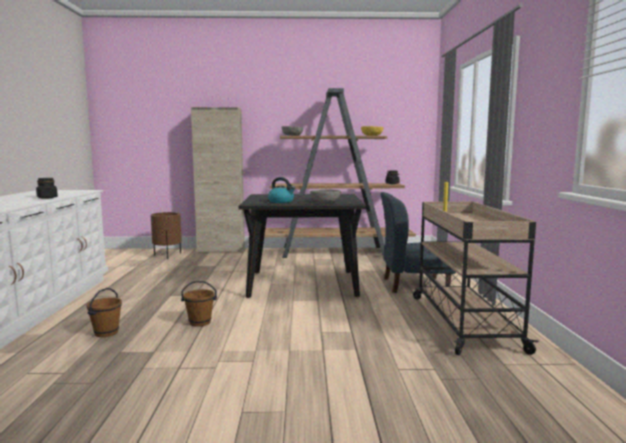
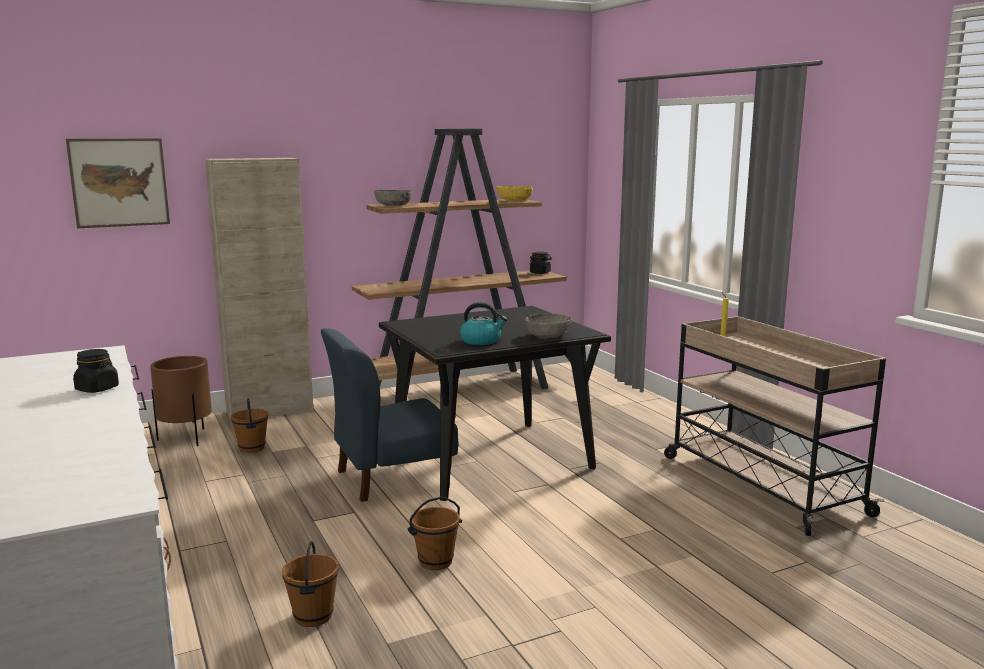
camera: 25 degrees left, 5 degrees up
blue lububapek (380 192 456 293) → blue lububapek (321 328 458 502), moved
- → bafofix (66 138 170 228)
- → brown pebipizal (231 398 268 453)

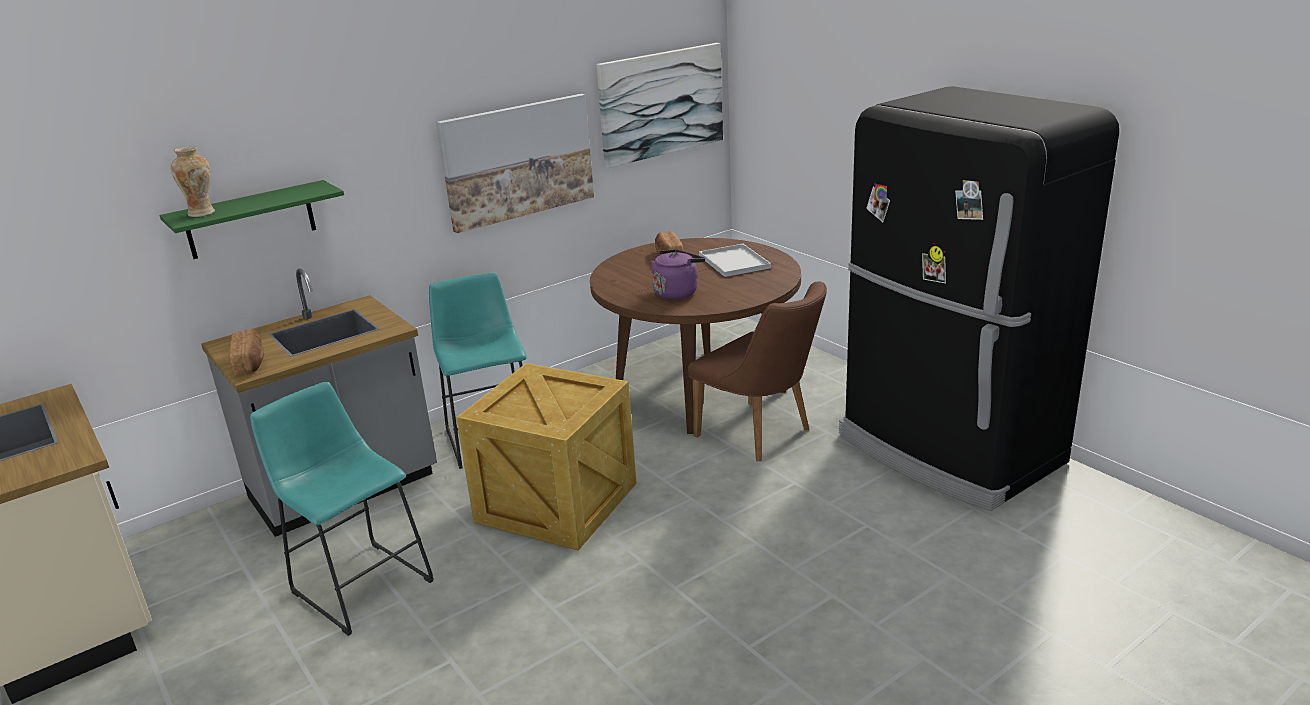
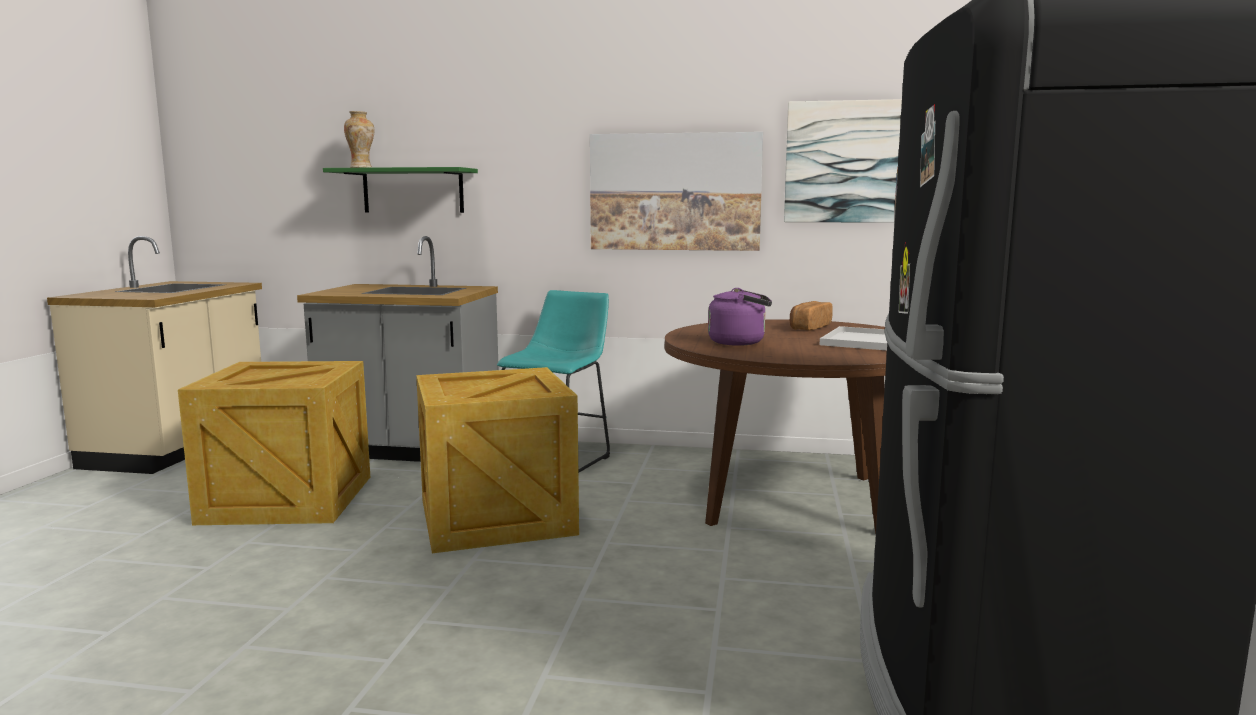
camera: 45 degrees right, 15 degrees down
brown lububapek (688 281 827 461) → -
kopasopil (229 329 264 375) → -
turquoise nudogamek (250 382 433 636) → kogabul (178 361 370 525)

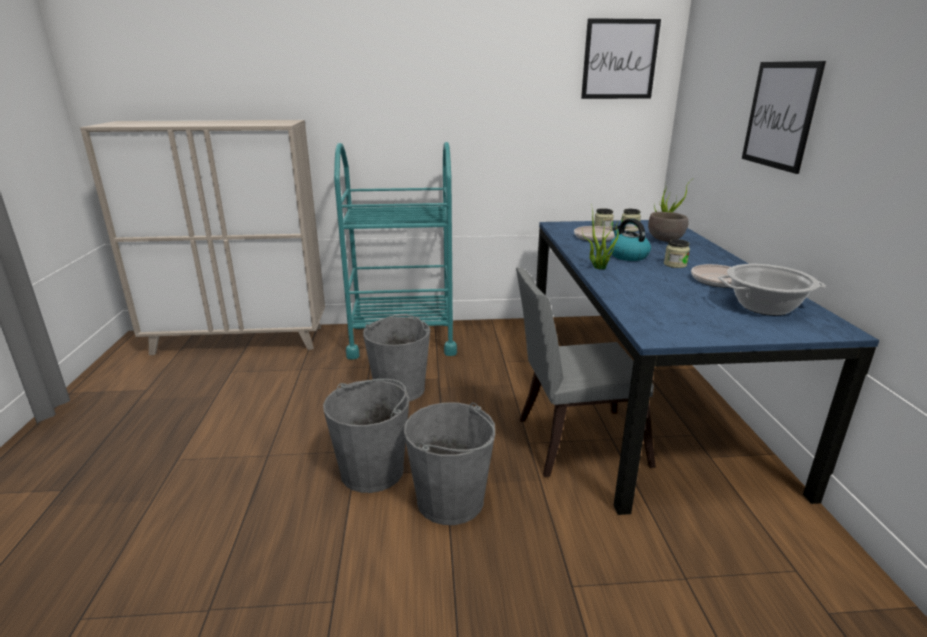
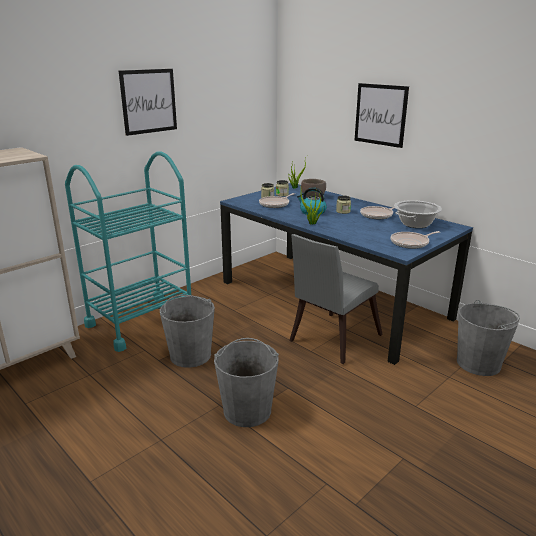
camera: 40 degrees left, 0 degrees up
bafofix (581 18 661 99) → bafofix (119 69 177 136), moved
grey pebipizal (404 402 495 525) → grey pebipizal (457 300 520 376), moved
- → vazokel (391 231 440 249)

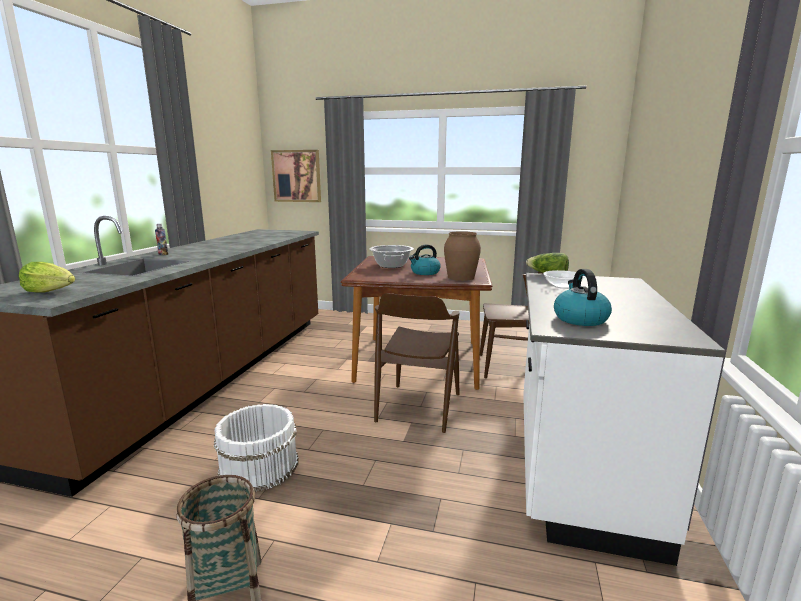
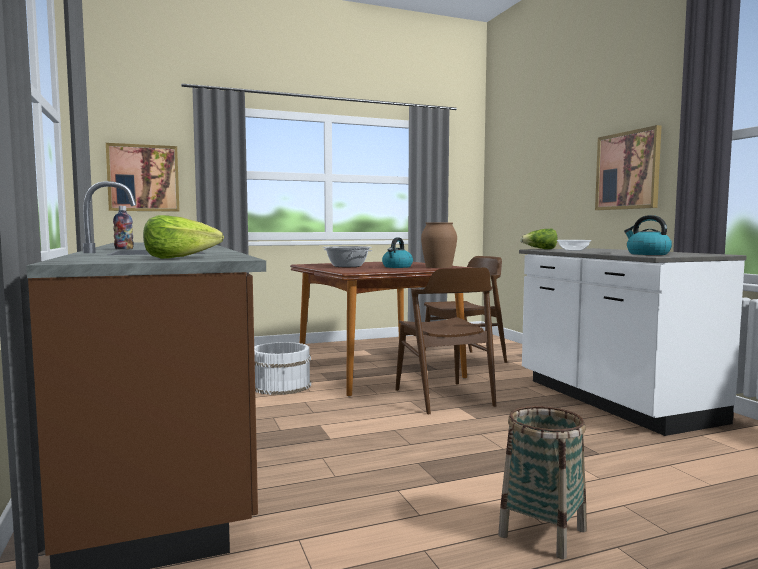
camera: 35 degrees left, 10 degrees down
white pebipizal (214 404 299 492) → white pebipizal (254 342 311 395), moved
- → bafofix (595 125 661 210)

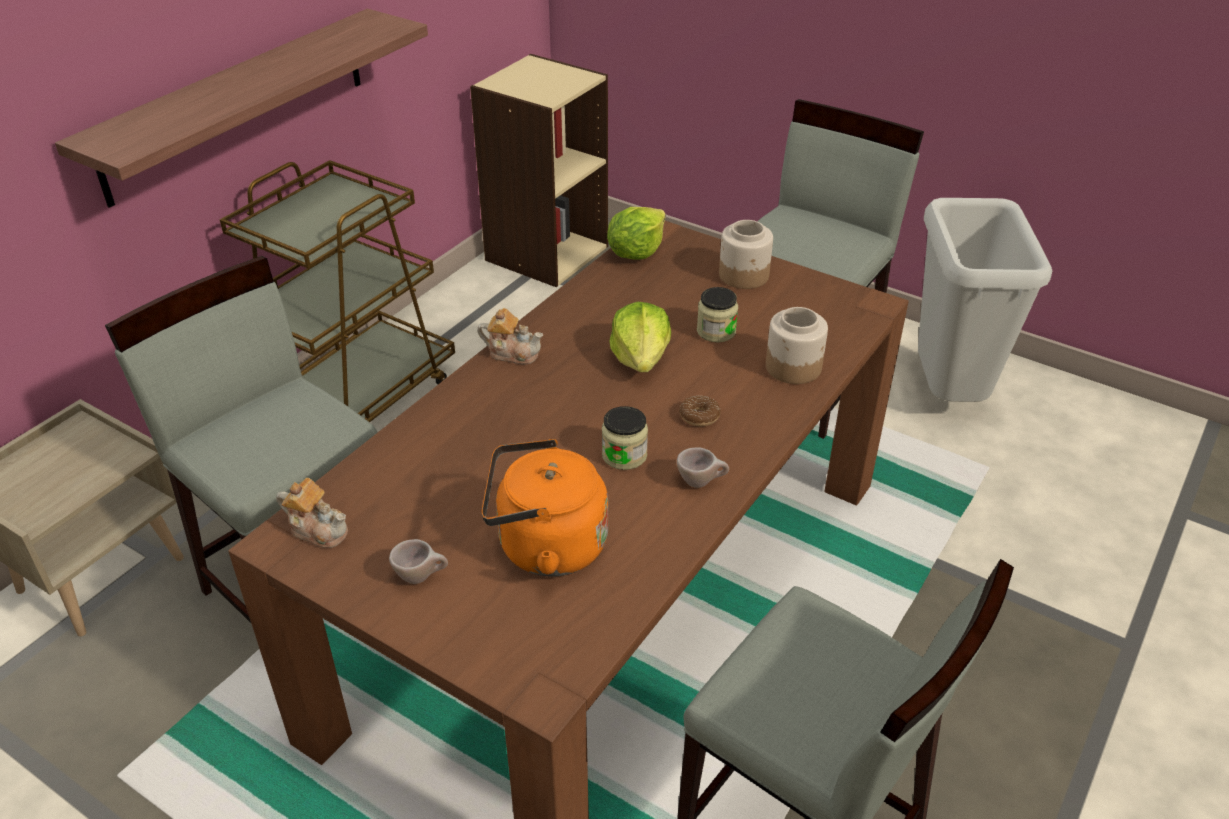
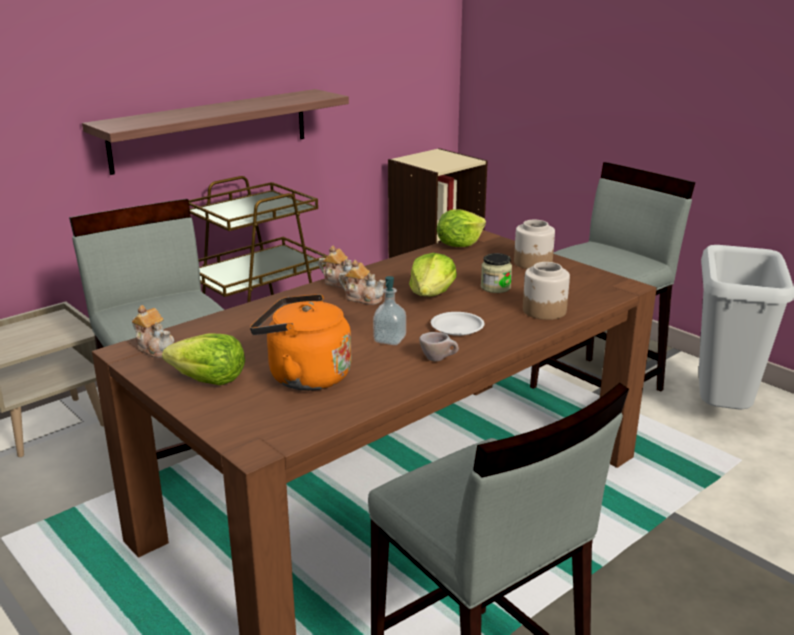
camera: 15 degrees right, 15 degrees down
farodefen (679 396 721 426) → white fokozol (431 312 485 336)
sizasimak (602 406 648 470) → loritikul (373 276 406 345)
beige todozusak (389 539 448 584) → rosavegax (162 333 245 385)
- → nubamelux (339 260 386 305)

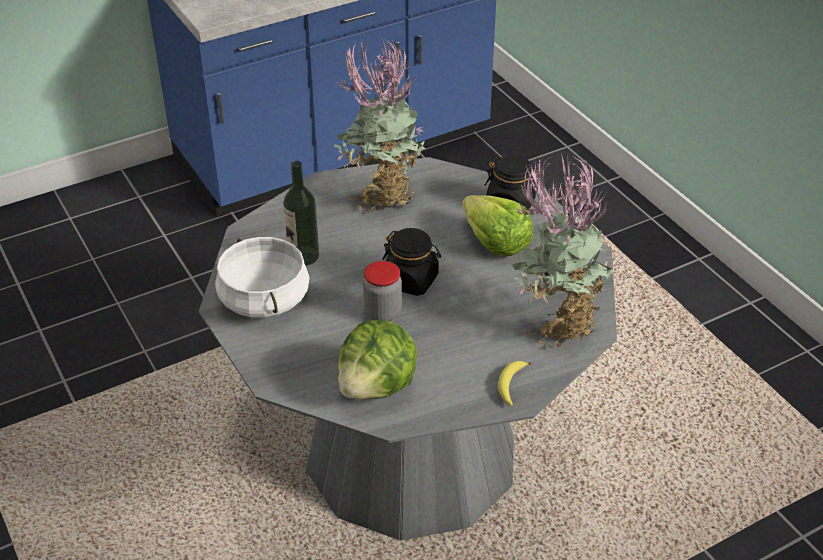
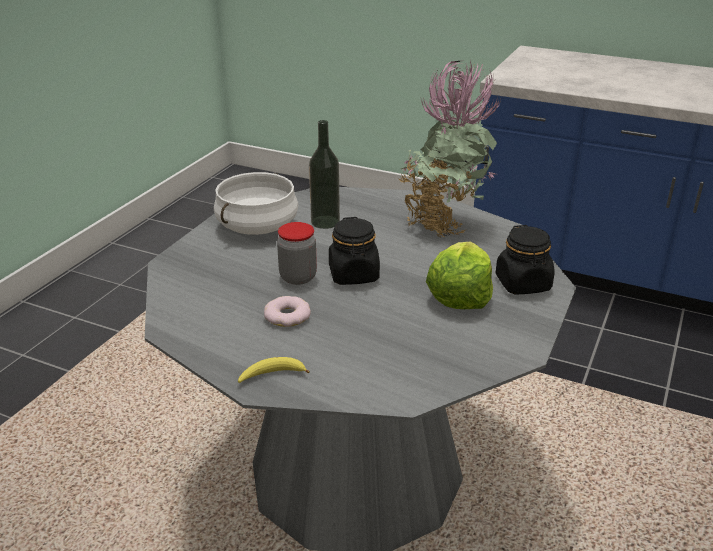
camera: 55 degrees right, 10 degrees down
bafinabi (511 154 615 348) → -
rosavegax (338 319 418 399) → -
- → farodefen (264 296 311 327)

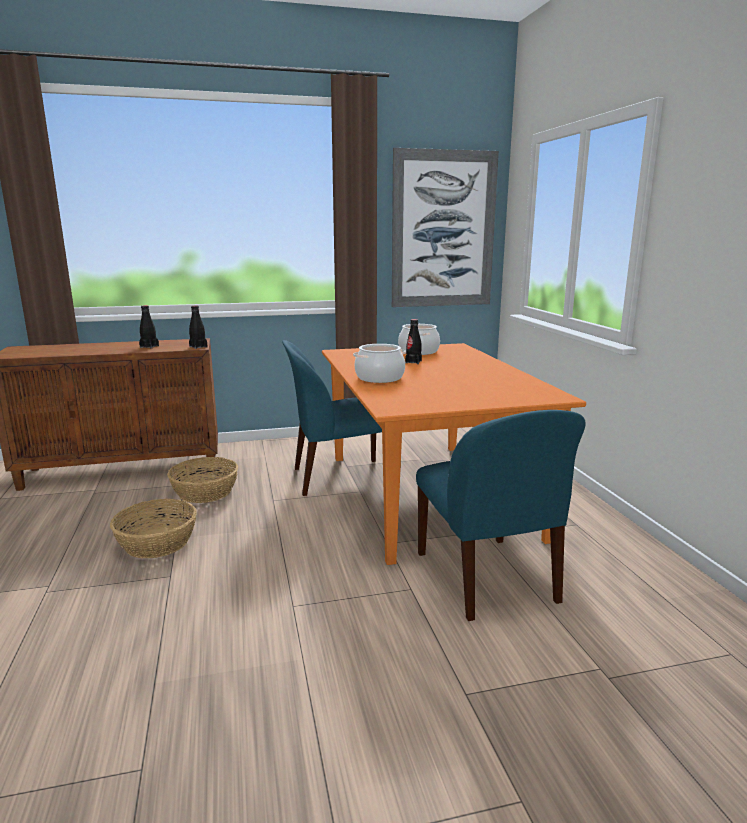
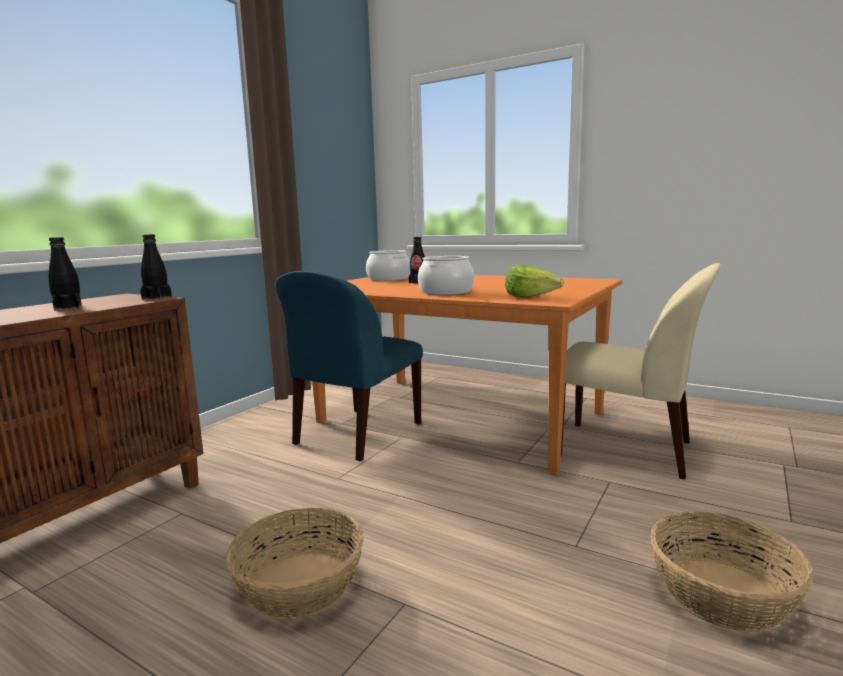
camera: 45 degrees left, 5 degrees down
bafofix (392 148 499 307) → -
blue lububapek (416 410 586 621) → beige lububapek (561 263 721 480)
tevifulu (167 457 238 503) → tevifulu (650 512 814 632), moved
- → rosavegax (505 265 563 297)

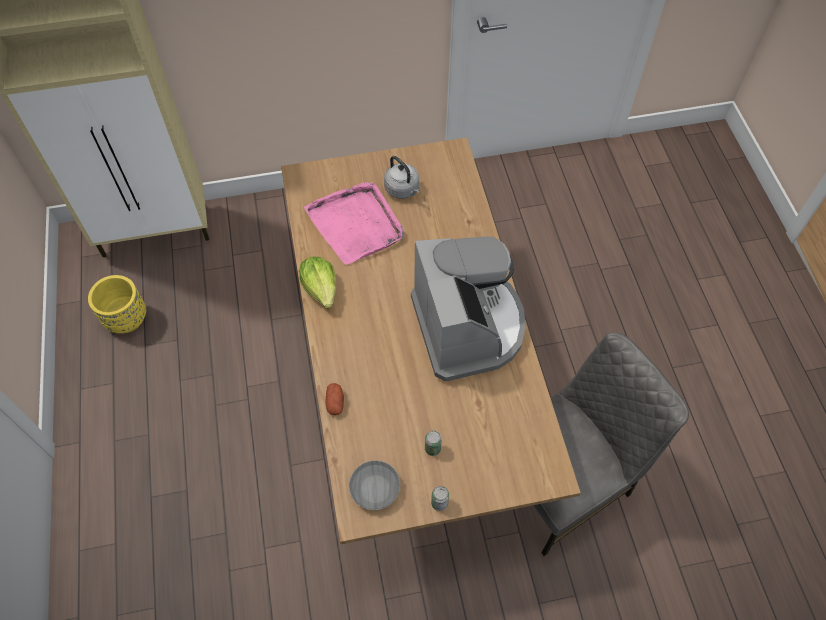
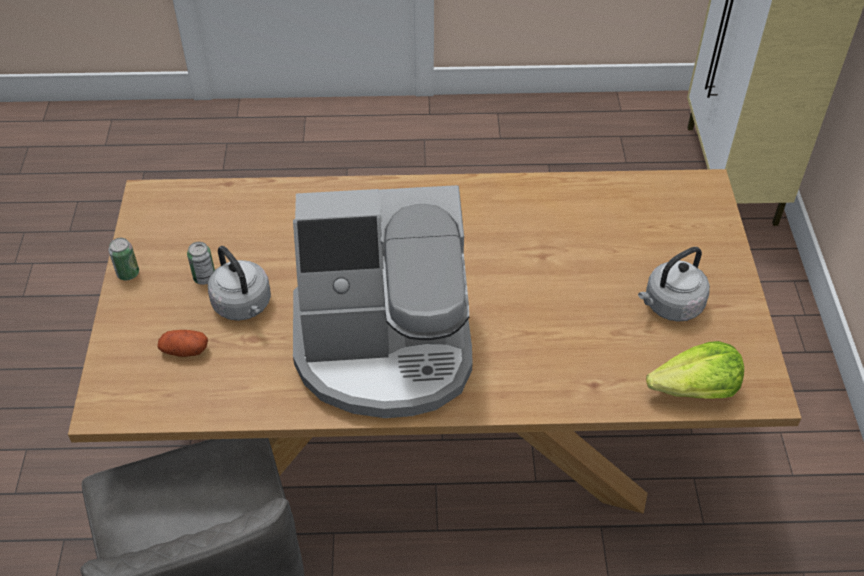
camera: 100 degrees right, 10 degrees down
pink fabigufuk (304 182 404 265) → -
rosavegax (299 257 336 308) → rosavegax (646 341 744 399), moved
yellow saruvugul (88 275 146 333) → -
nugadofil (325 383 344 416) → nugadofil (158 330 208 357), moved
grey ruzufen (349 461 400 510) → -
- → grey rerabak (208 246 271 321)

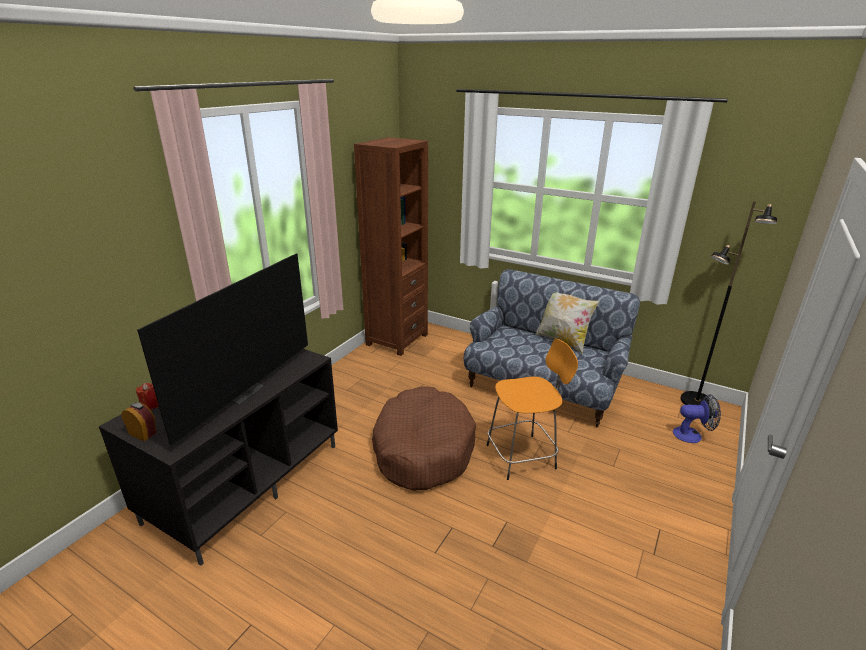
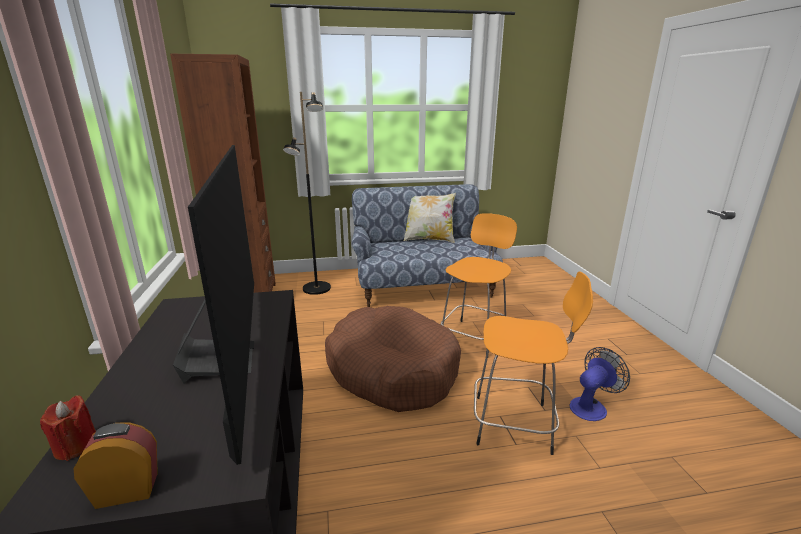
camera: 40 degrees left, 5 degrees down
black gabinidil (681 201 777 406) → black gabinidil (283 92 331 295), moved
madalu (673 394 721 443) → madalu (570 347 630 421), moved
- → orange nudogamek (474 272 593 455)

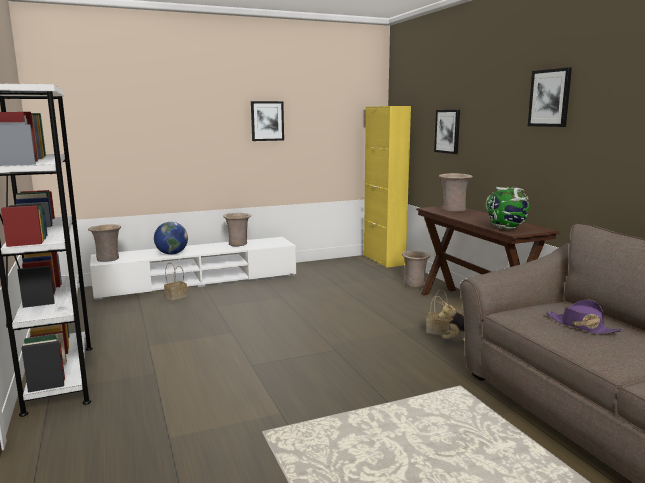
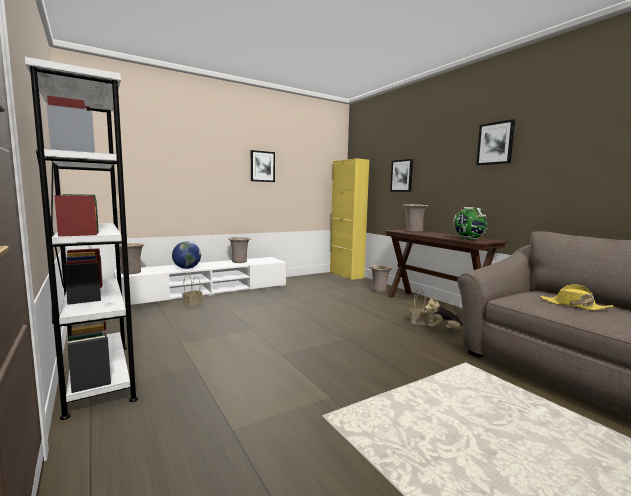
camera: 10 degrees left, 5 degrees down
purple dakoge (547 299 624 334) → yellow dakoge (539 284 614 311)

